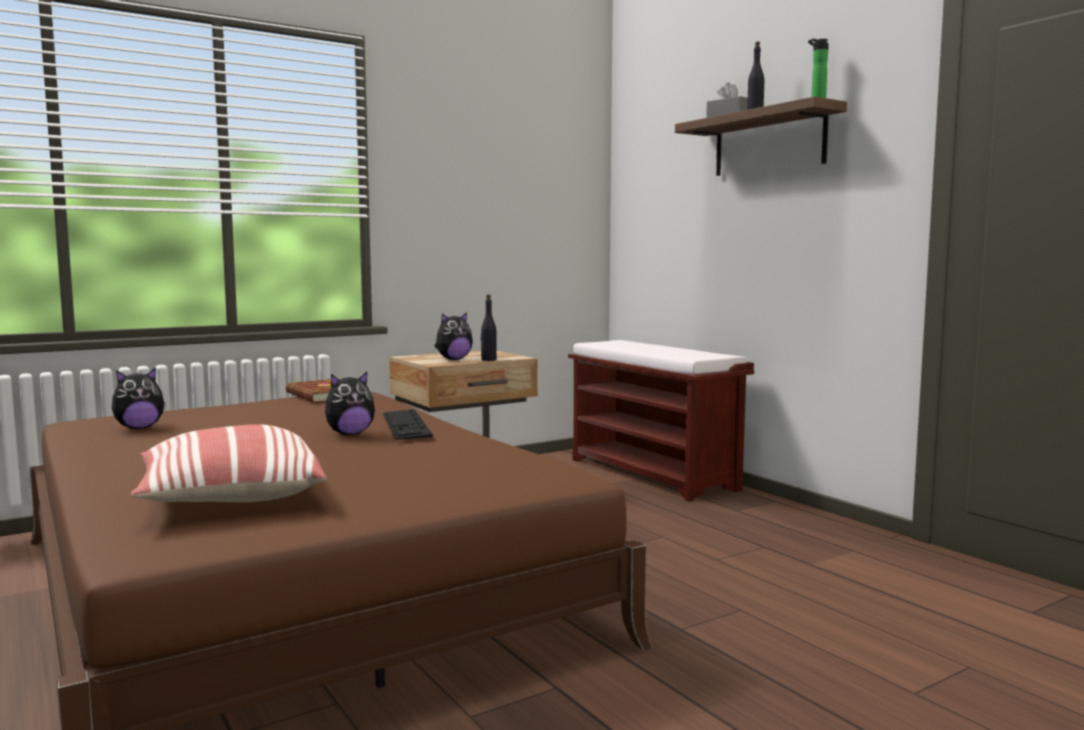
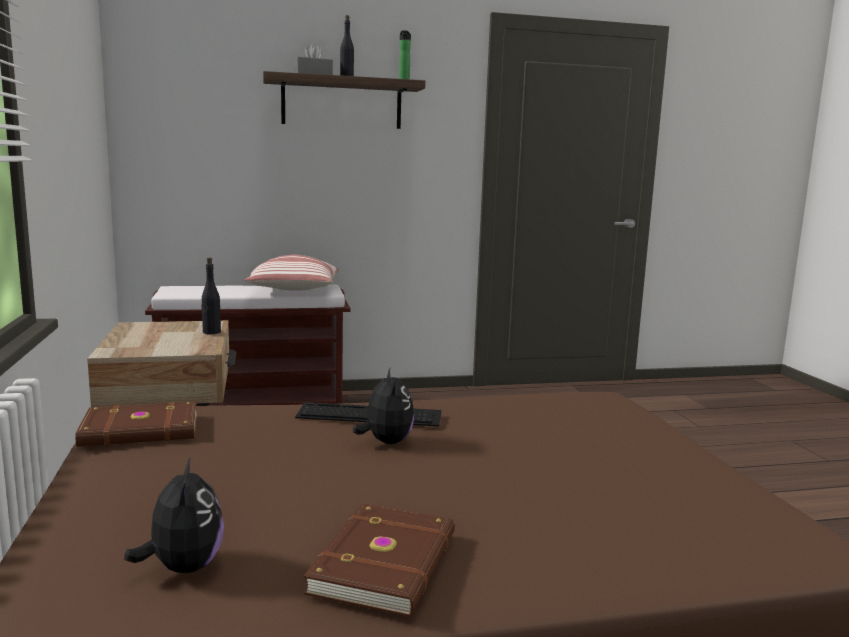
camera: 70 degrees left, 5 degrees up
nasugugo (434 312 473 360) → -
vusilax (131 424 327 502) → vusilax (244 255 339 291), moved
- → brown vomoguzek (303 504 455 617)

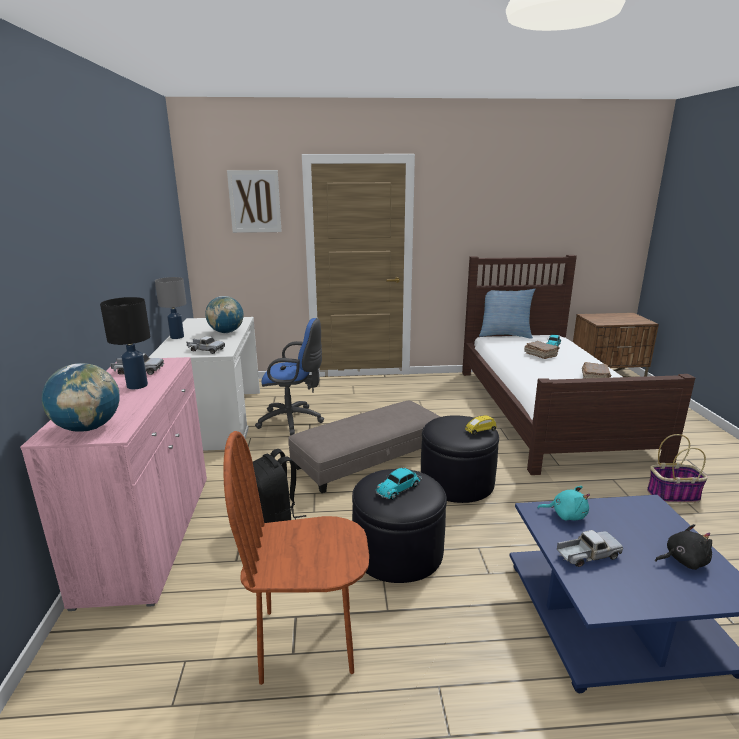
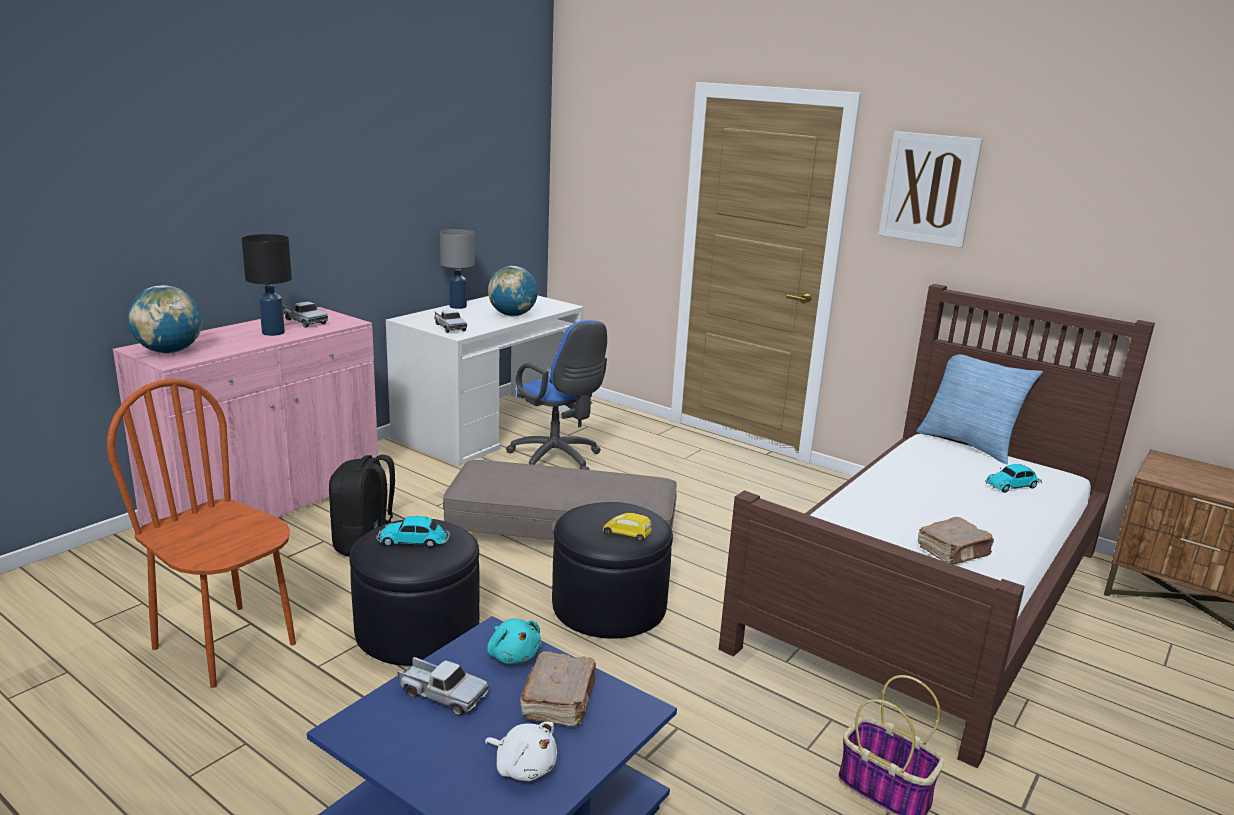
camera: 40 degrees right, 0 degrees up
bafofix (227 170 282 233) → bafofix (879 131 983 248), moved
brown vomoguzek (524 341 560 359) → brown vomoguzek (520 651 596 727), moved
black nasugugo (655 524 712 570) → white nasugugo (485 722 557 781)

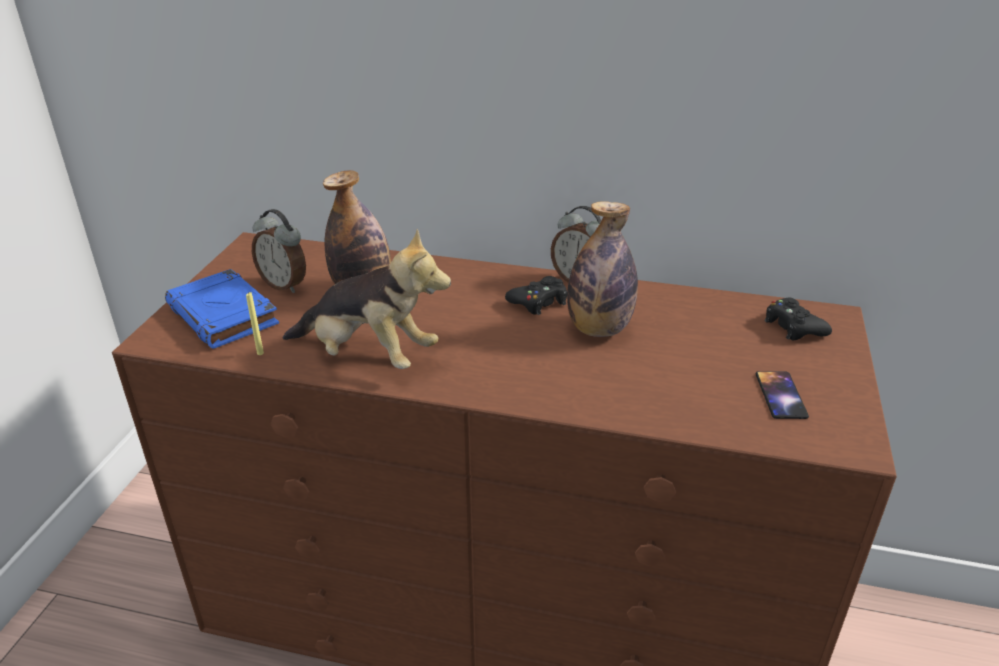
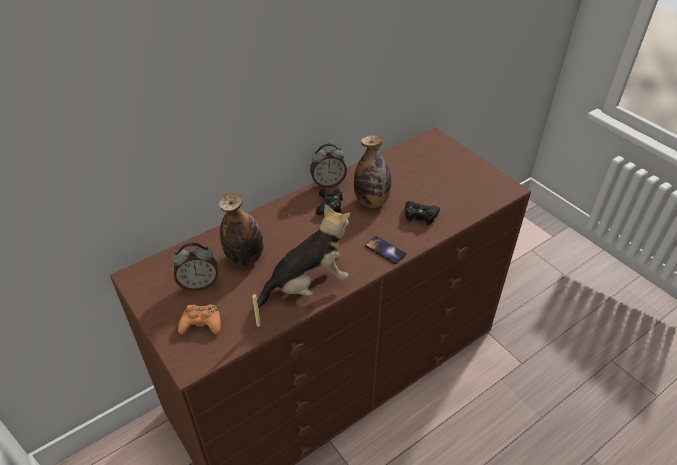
camera: 50 degrees left, 10 degrees up
blue vomoguzek (165 269 279 349) → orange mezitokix (178 305 221 334)
black mezitokix (765 298 832 340) → black mezitokix (405 201 440 226), moved
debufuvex (755 371 809 419) → debufuvex (365 236 406 264), moved

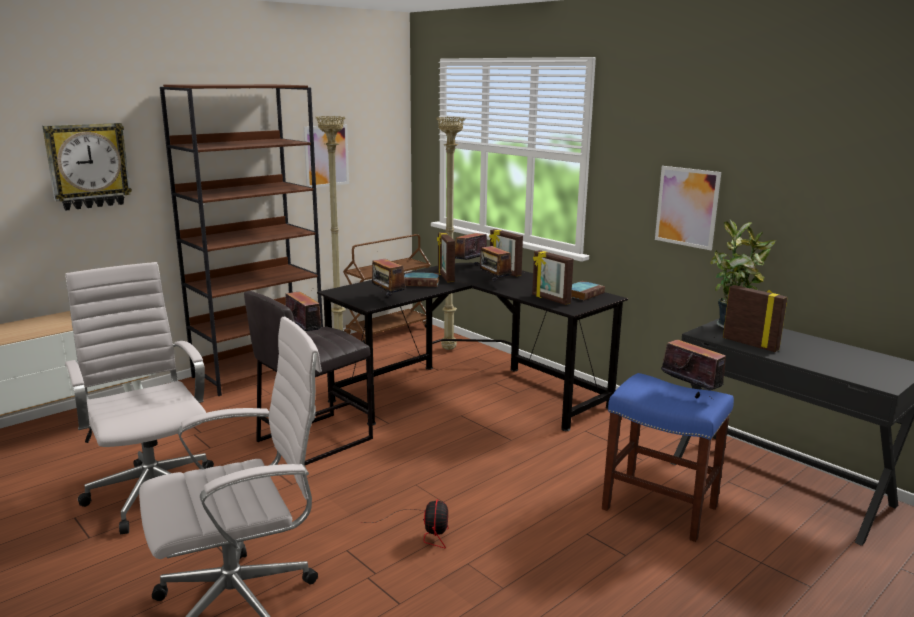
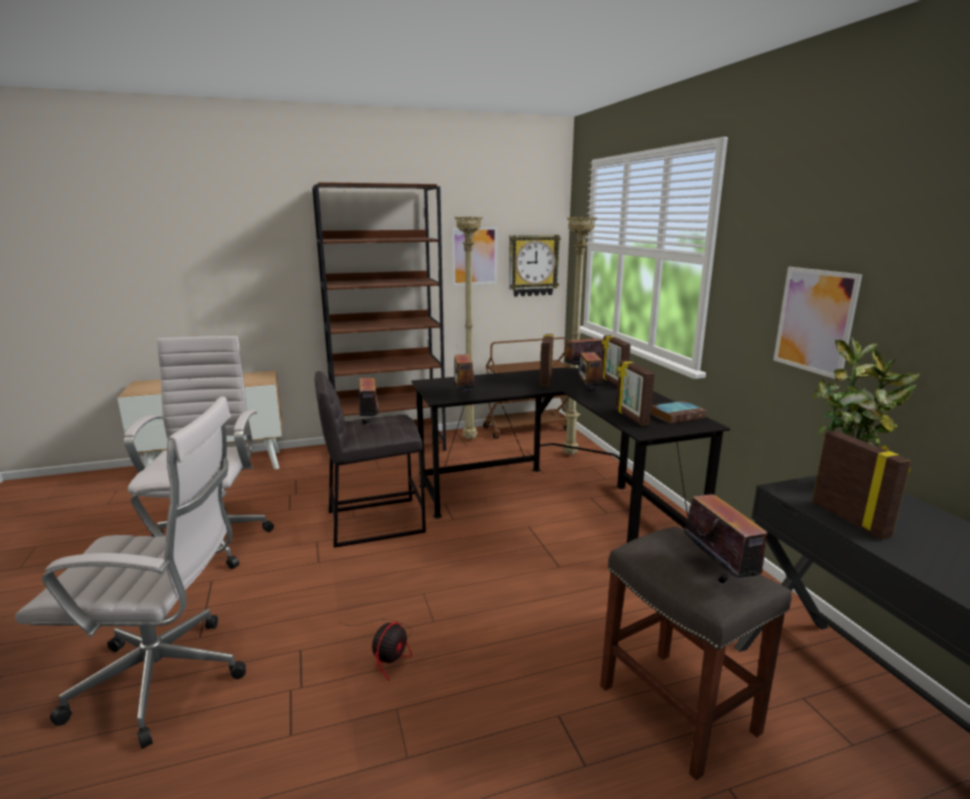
camera: 25 degrees right, 0 degrees up
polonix (42 123 132 210) → polonix (509 235 561 297), moved
vomoguzek (404 272 440 287) → -
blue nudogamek (602 373 734 542) → grey nudogamek (600 526 791 781)

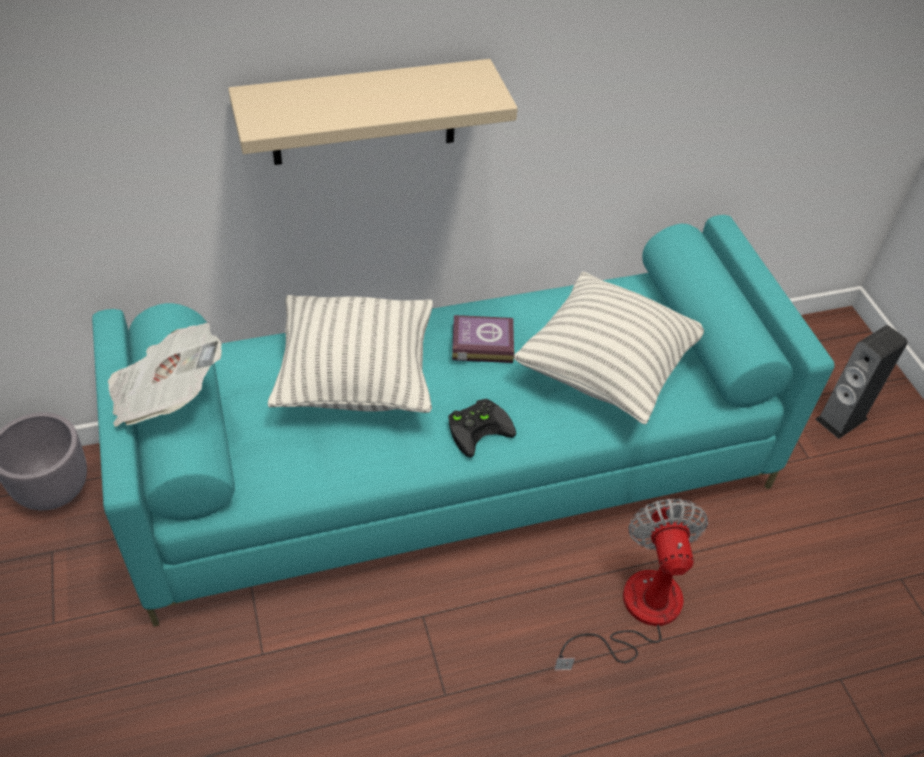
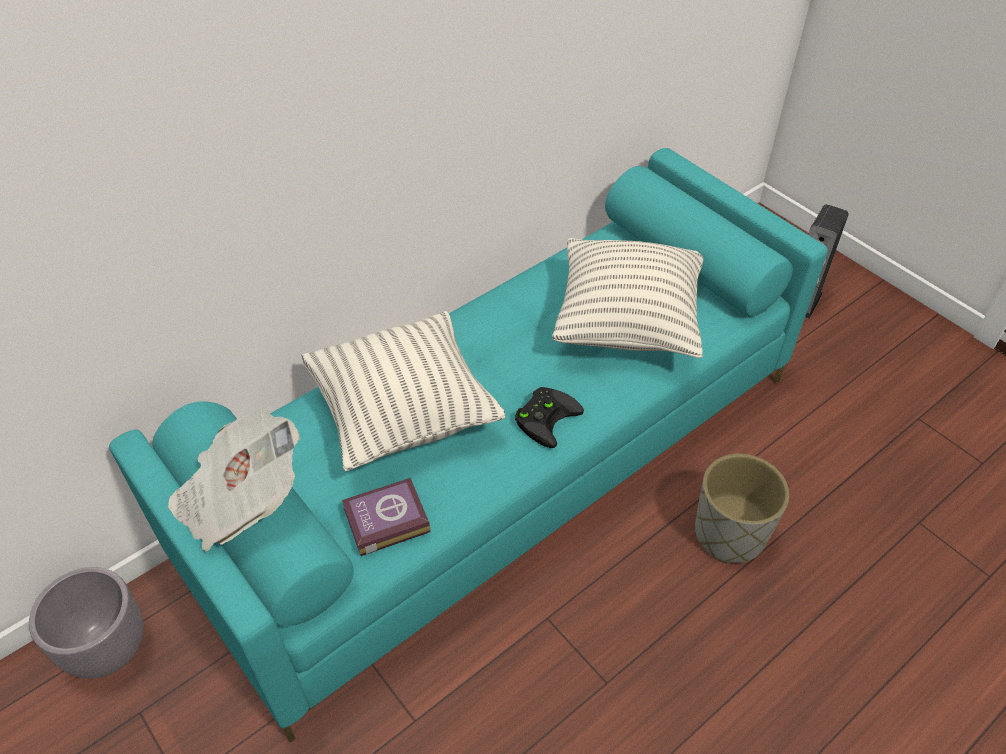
camera: 20 degrees left, 0 degrees up
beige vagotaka (228 59 518 165) → -
vomoguzek (452 315 514 363) → vomoguzek (342 478 430 556), moved
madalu (554 499 708 670) → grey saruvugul (695 454 789 563)

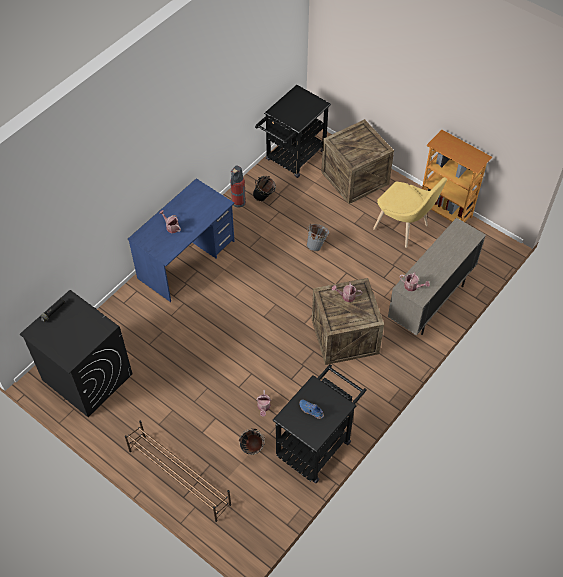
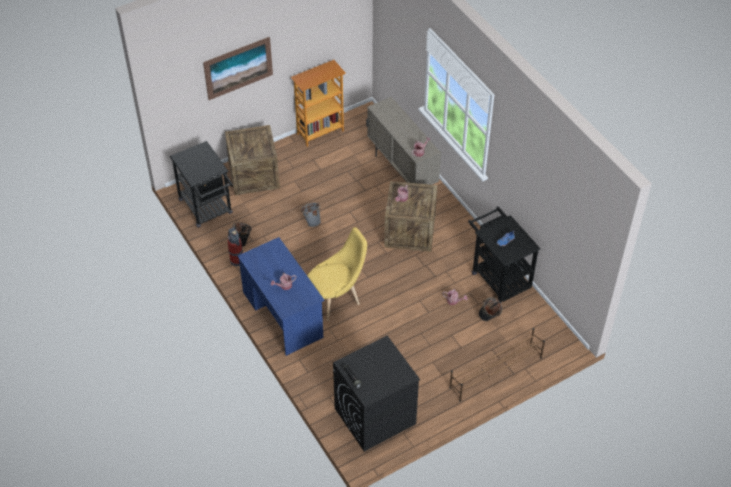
camera: 70 degrees left, 5 degrees down
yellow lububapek (373 177 447 248) → yellow lububapek (307 227 367 321), moved
- → bafofix (203 37 273 100)

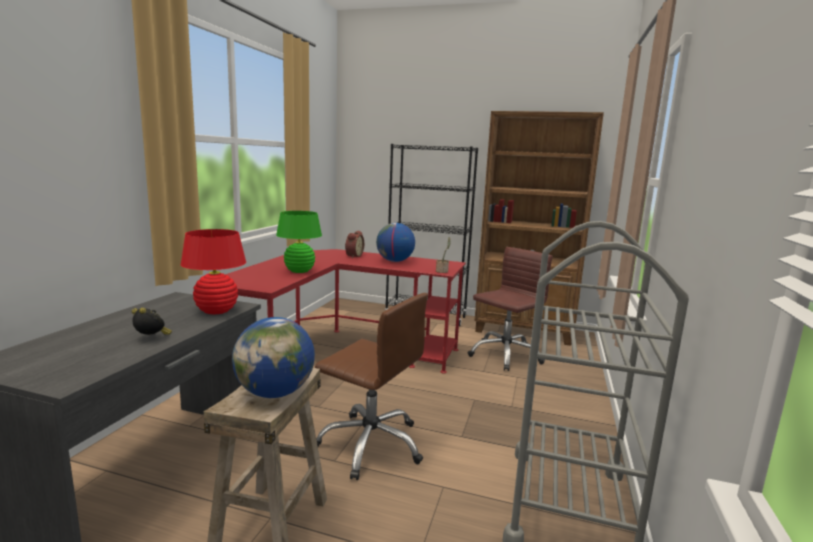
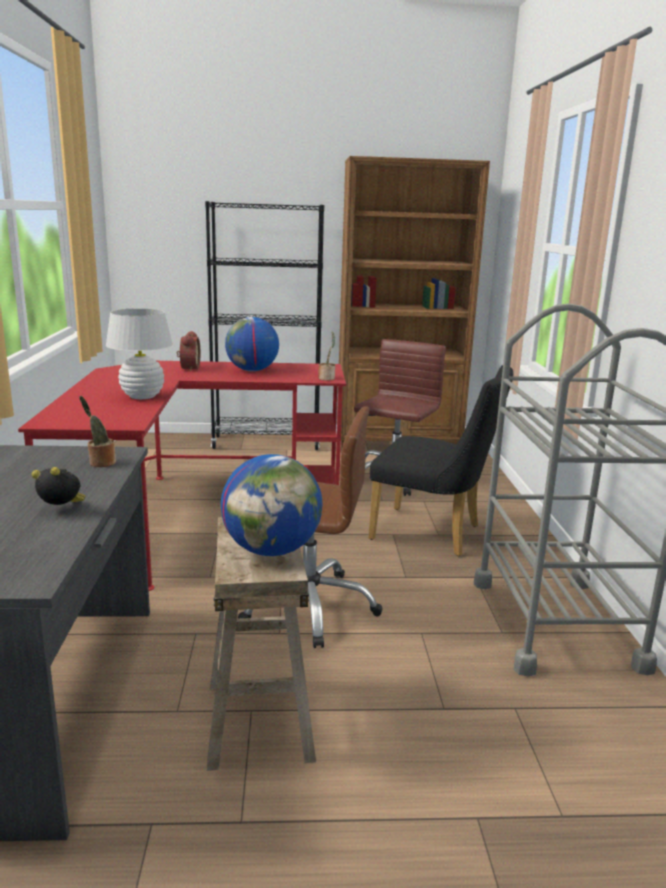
camera: 20 degrees left, 5 degrees up
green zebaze (276 211 322 273) → white zebaze (106 308 173 399)
red zebaze (181 229 246 314) → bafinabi (79 396 116 467)
- → black lububapek (368 365 513 556)

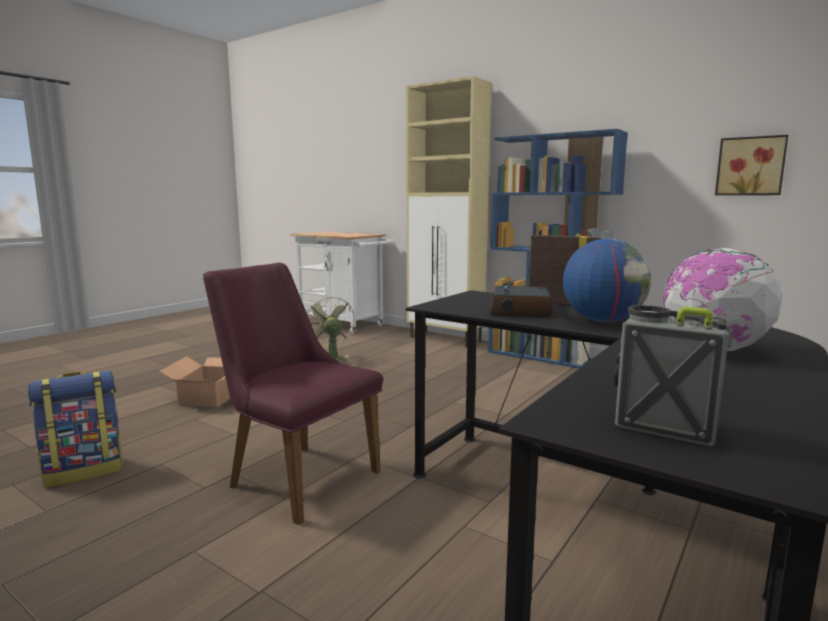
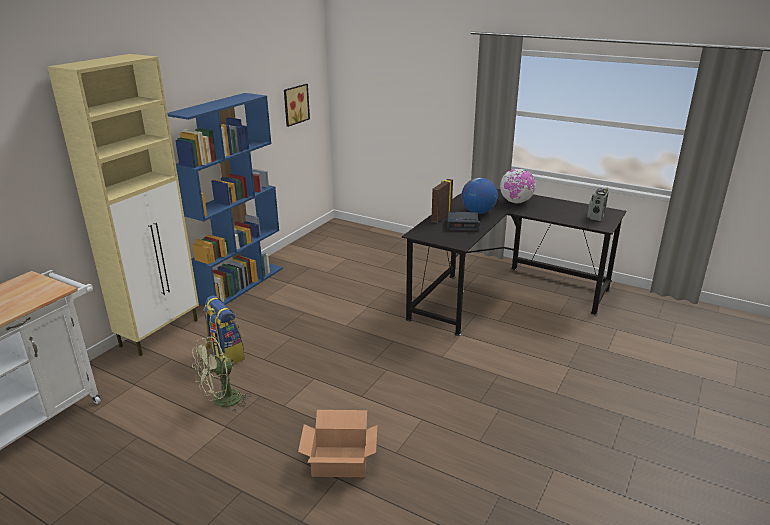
camera: 95 degrees left, 15 degrees up
purple lububapek (203 263 383 525) → -
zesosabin (27 371 123 488) → zesosabin (203 295 245 364), moved

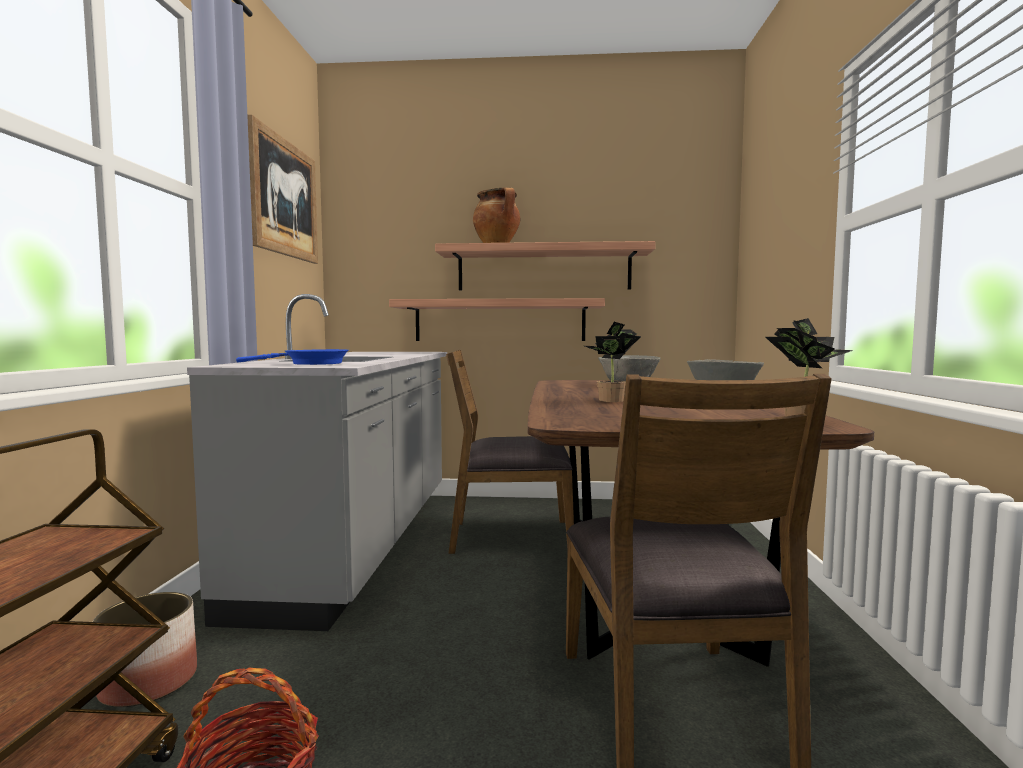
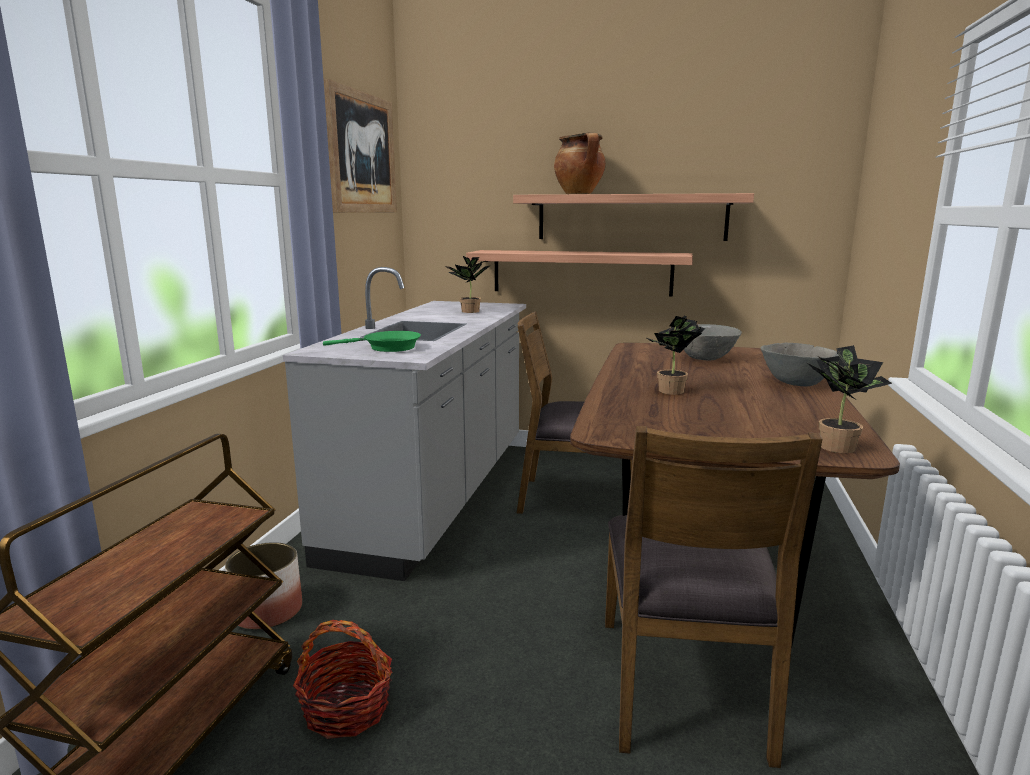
camera: 10 degrees right, 10 degrees up
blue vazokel (236 349 349 365) → green vazokel (323 331 421 352)
- → bafinabi (445 256 491 313)

